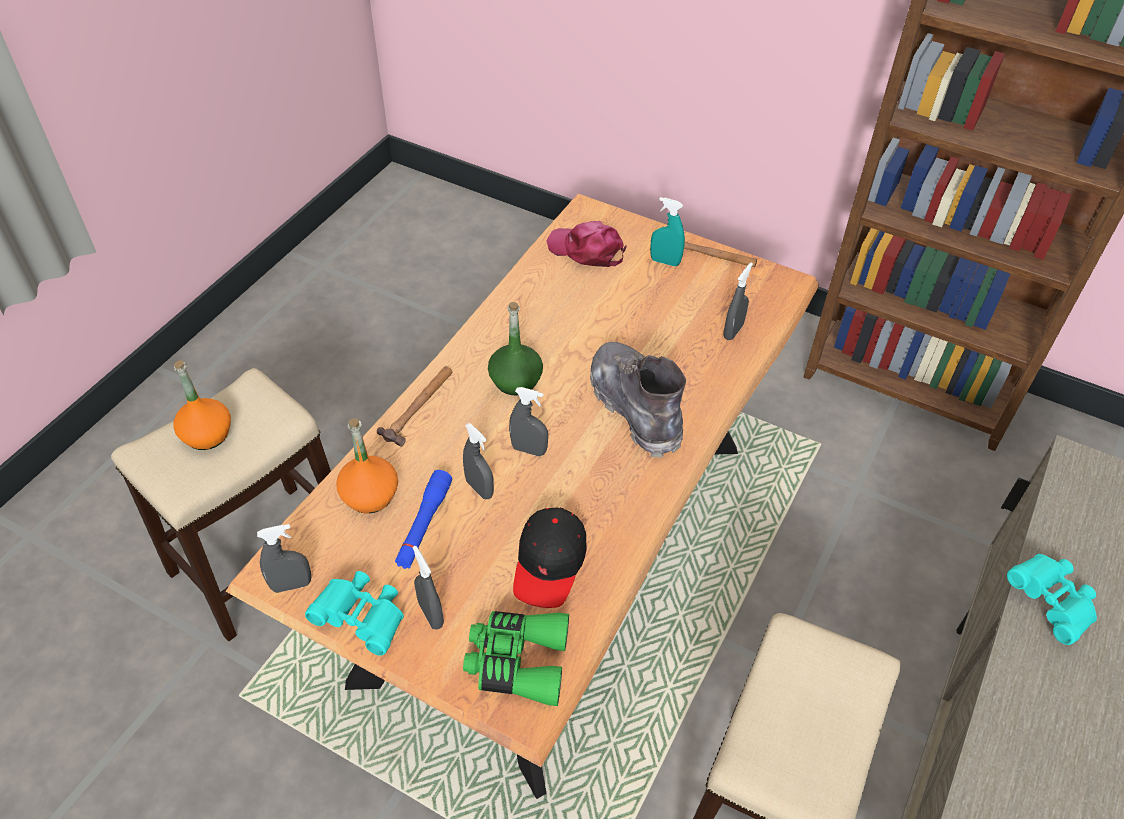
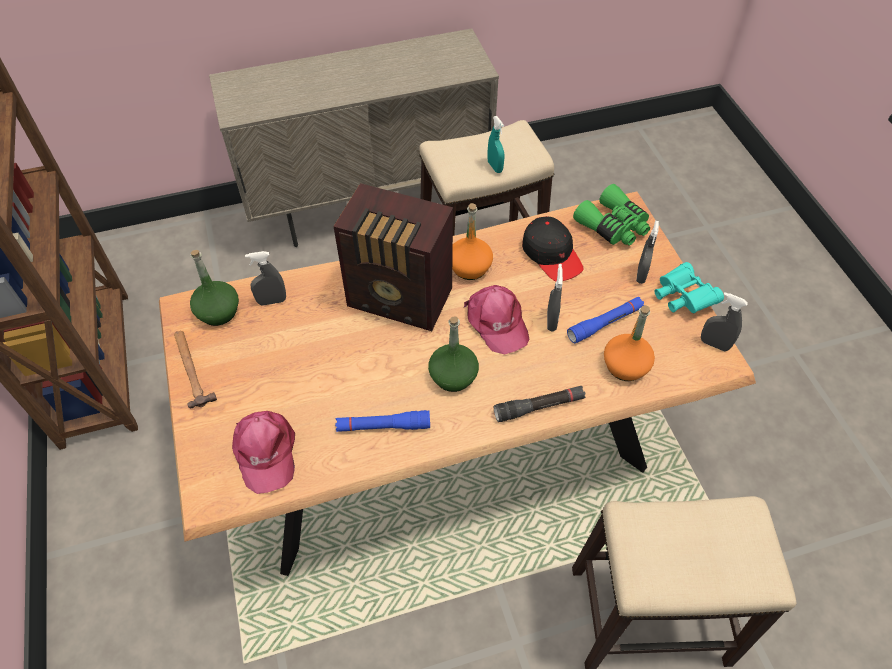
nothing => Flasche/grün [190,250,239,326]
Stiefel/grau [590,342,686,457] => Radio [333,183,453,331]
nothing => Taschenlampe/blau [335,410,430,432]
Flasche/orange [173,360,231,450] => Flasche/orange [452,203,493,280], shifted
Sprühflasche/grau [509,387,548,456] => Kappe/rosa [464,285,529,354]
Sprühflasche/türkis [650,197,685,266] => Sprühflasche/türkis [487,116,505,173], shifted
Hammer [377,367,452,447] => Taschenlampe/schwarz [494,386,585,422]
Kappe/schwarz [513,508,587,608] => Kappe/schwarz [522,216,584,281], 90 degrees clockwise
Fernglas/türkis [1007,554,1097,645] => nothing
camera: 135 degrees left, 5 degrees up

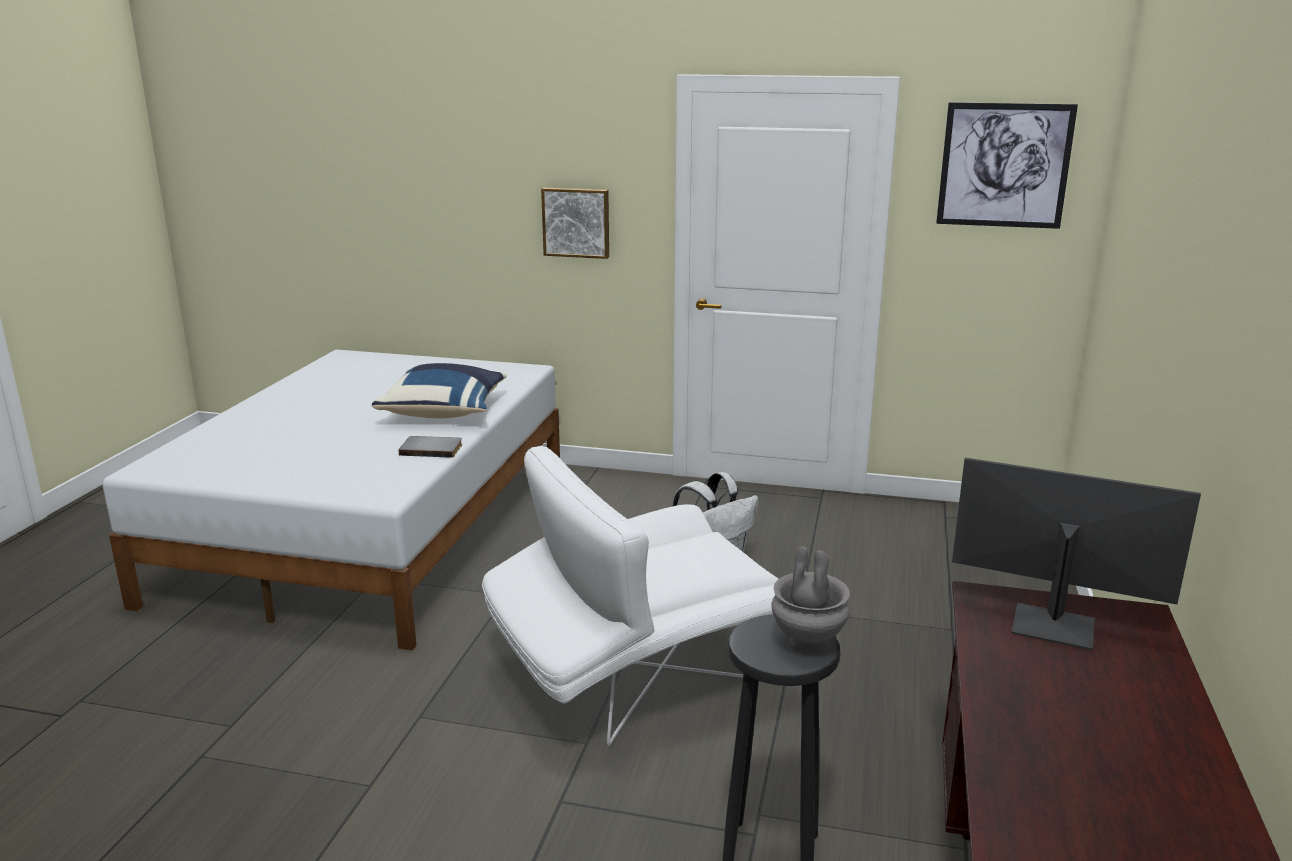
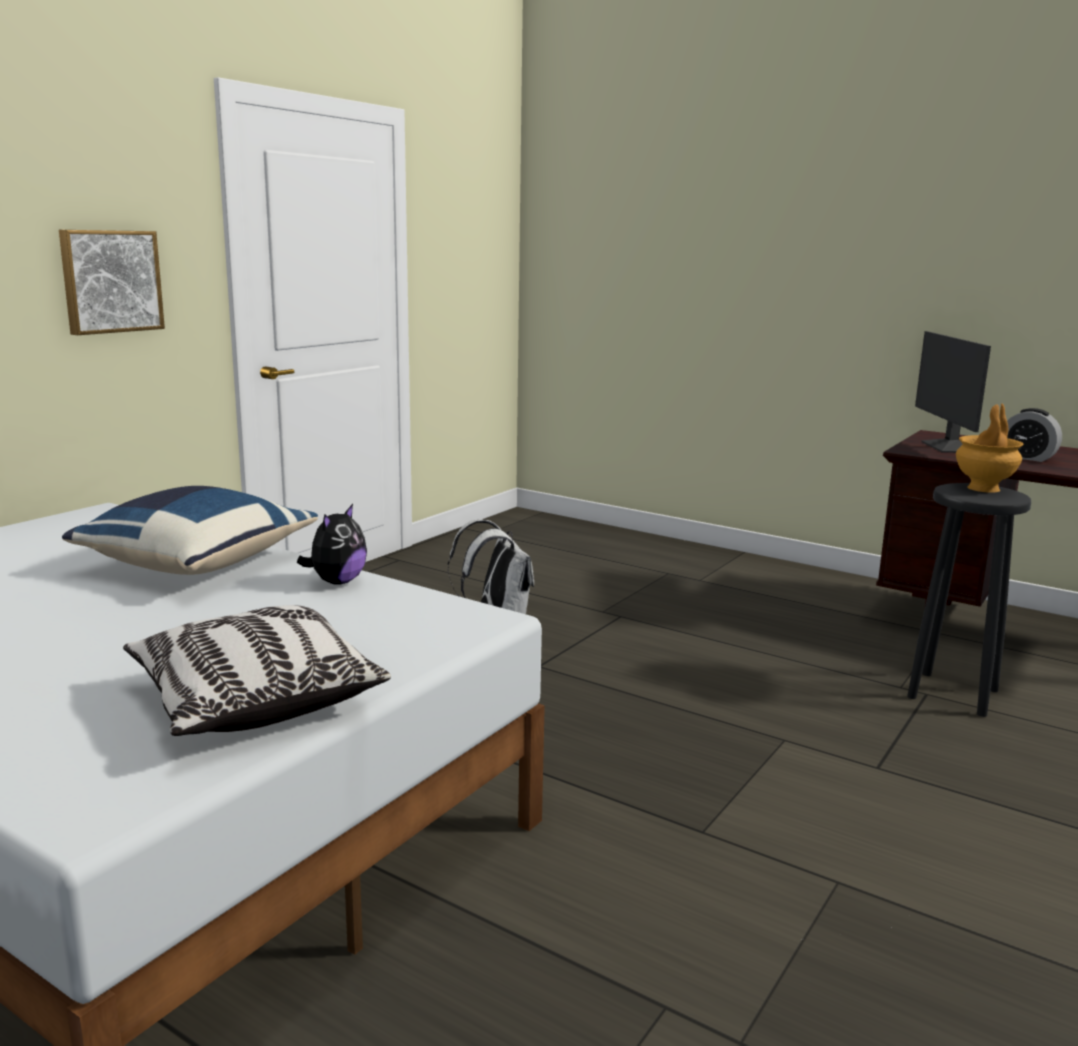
nothing => Kissen [123,605,391,736]
Buch/grau [398,436,462,458] => Plüschtier [297,504,367,585]
Monitor [952,458,1201,650] => Monitor [915,331,991,453], 45 degrees counterclockwise
Vase/grau [772,547,850,655] => Vase/braun [956,403,1024,493]
nothing => Wecker [1007,408,1062,462]
Sessel/weiß [482,445,778,746] => nothing
Bild [936,102,1078,229] => nothing
camera: 70 degrees left, 5 degrees down

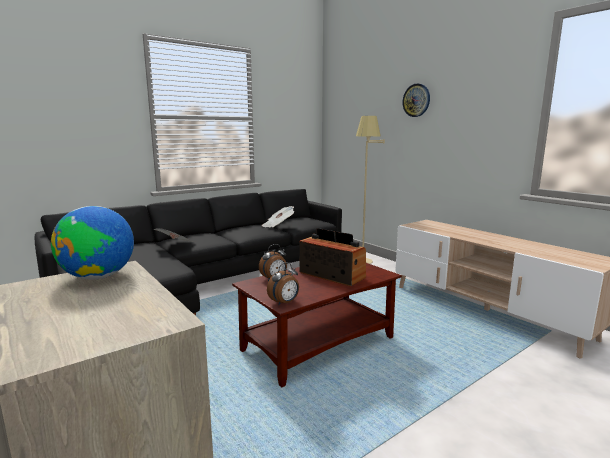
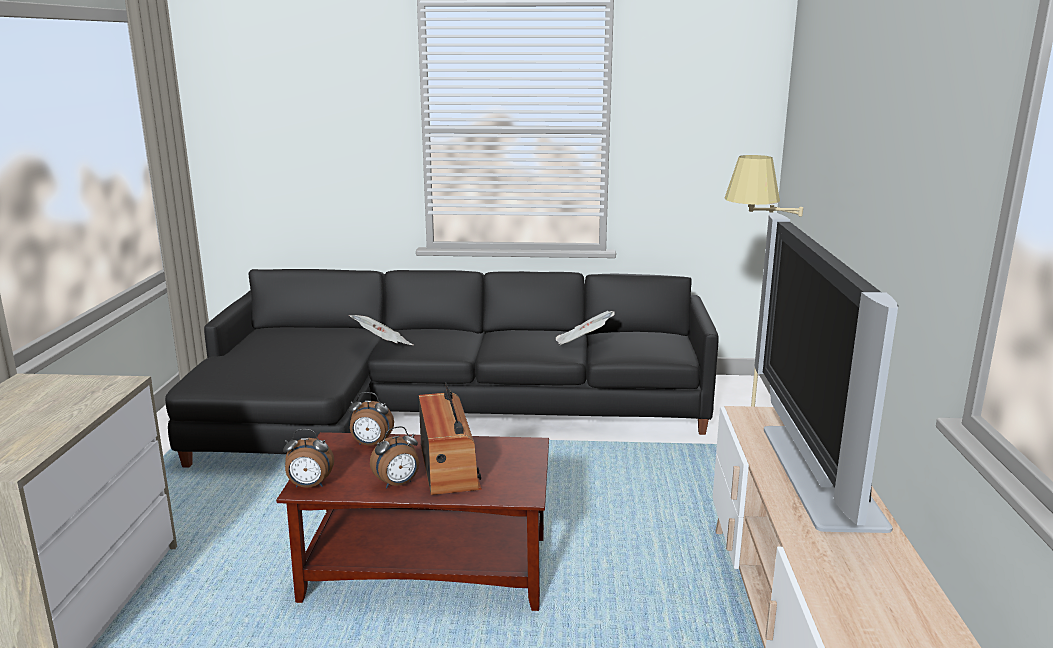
nothing => Wecker [370,426,419,488]
nothing => Fernseher [755,212,898,533]
Globus [51,206,134,280] => nothing
Wanduhr [402,83,430,117] => nothing
camera: 40 degrees right, 5 degrees up

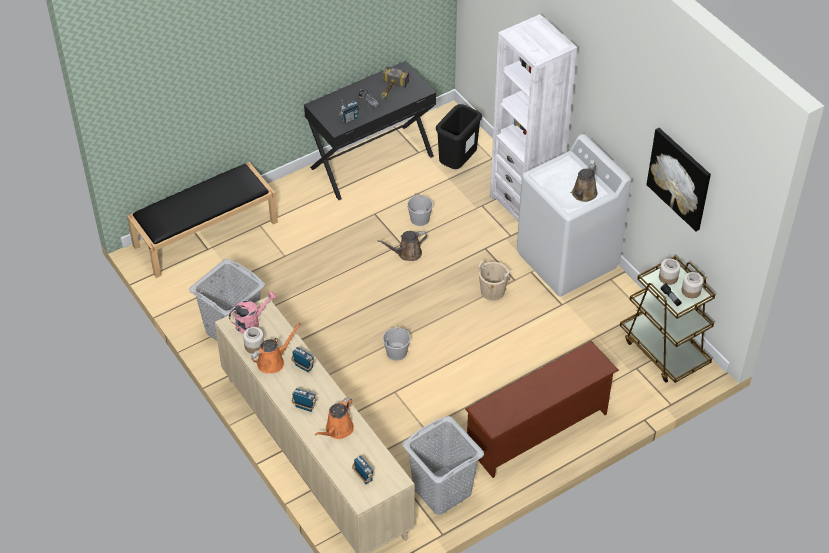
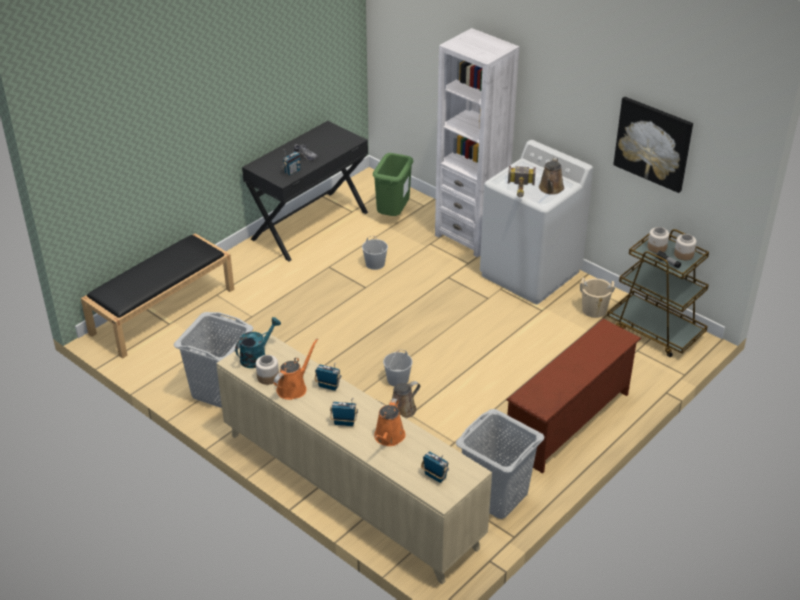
Gießkanne/rosa [229,291,277,333] => Gießkanne/türkis [235,317,281,368]
Mülleimer/schwarz [436,104,482,169] => Mülleimer/grün [373,153,413,216]
Gießkanne/braun [377,231,427,261] => Gießkanne/braun [377,381,420,418], shifted
Hammer [381,66,409,100] => Hammer [508,166,536,197], shifted
Eimer/beige [478,260,510,301] => Eimer/beige [580,278,615,318], shifted
camera: 15 degrees left, 10 degrees down

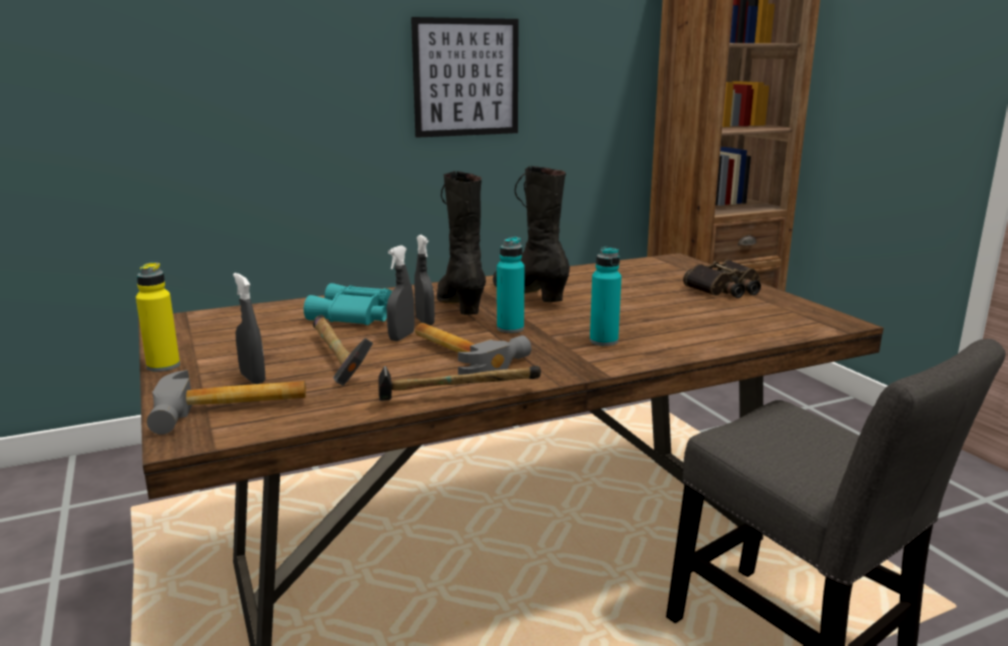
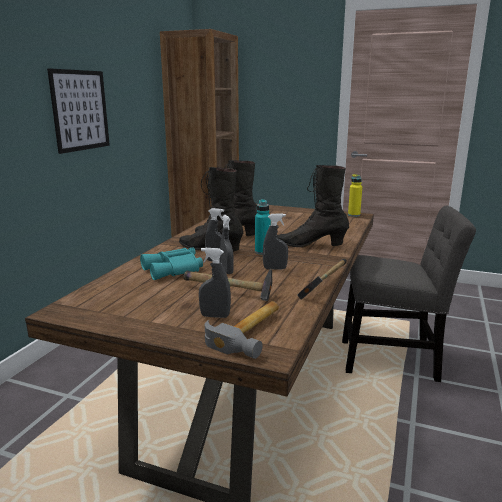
Hammer [415,323,531,375] => Sprühflasche/grau [263,214,288,270]
Flasche/türkis [590,247,622,346] => Stiefel/schwarz [277,165,349,247]
Flasche/gelb [136,262,180,372] => Flasche/gelb [348,174,362,217], shifted
Fernglas [683,260,761,298] => nothing
camera: 45 degrees left, 0 degrees up

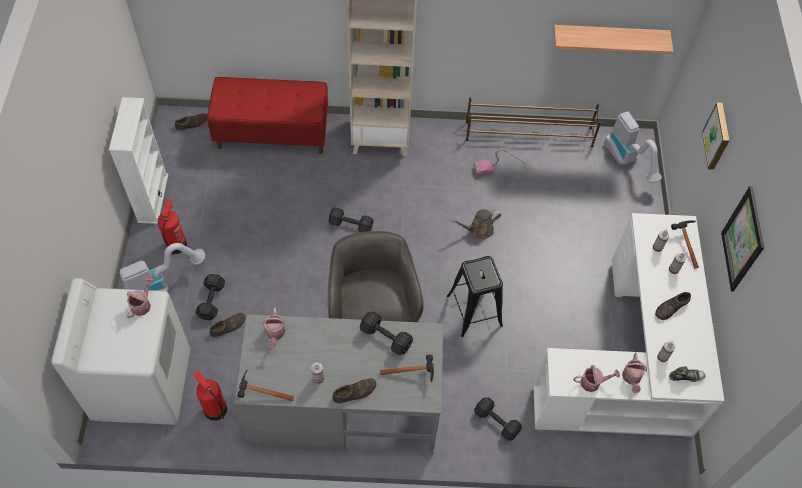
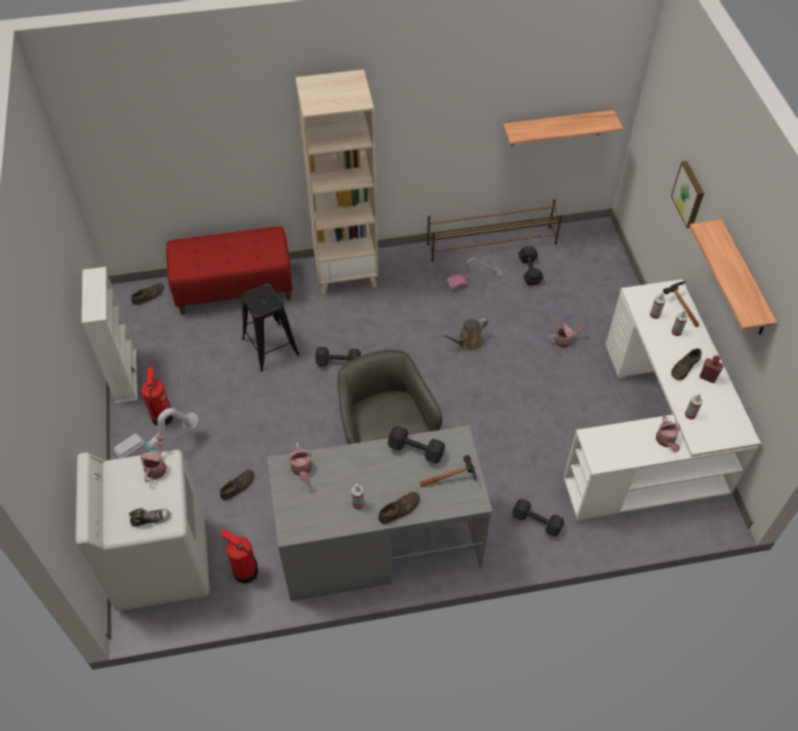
Schuh [669,366,705,382] => Schuh [129,508,171,527], shifted
Hocker/schwarz [447,256,503,337] => Hocker/schwarz [242,283,300,371], shifted
Hantel/schwarz [195,274,225,320] => Hantel/schwarz [518,246,544,286], shifted
Gießkanne [573,365,620,392] => Gießkanne [549,323,586,348], shifted
Bild [721,186,764,292] => Wandregal [689,220,777,335]
nothing => Flasche/rot [700,355,723,383]
Hammer [237,370,294,401] => nothing
Staubsauger [604,111,662,182] => nothing
camera: 10 degrees left, 5 degrees down

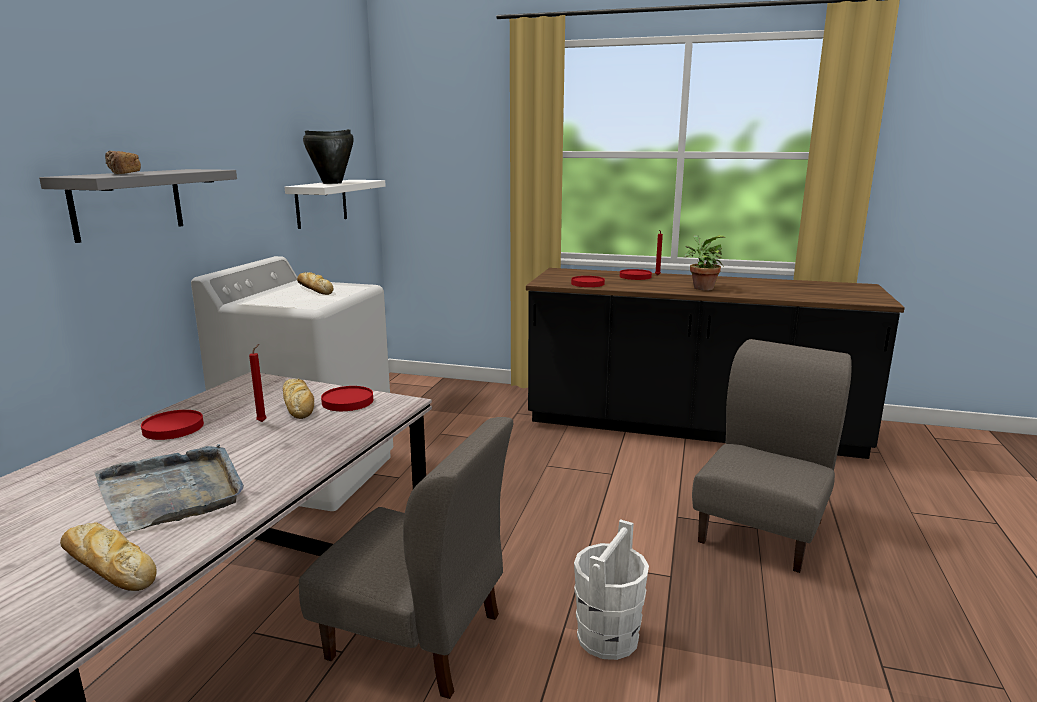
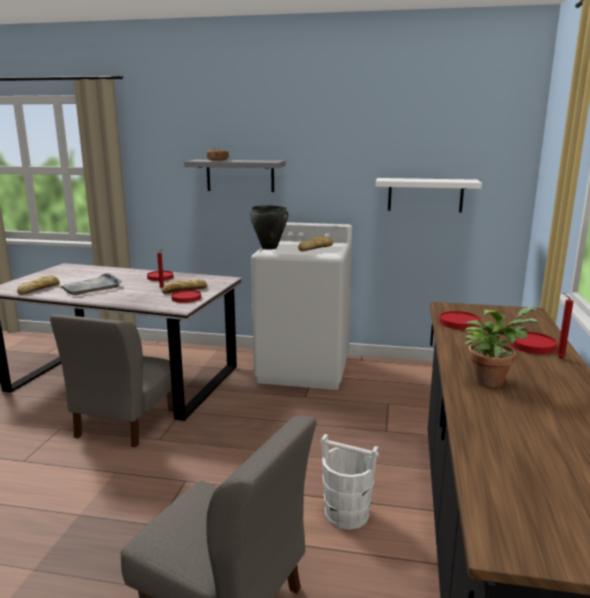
Kochtopf/schwarz [303,129,354,184] => Kochtopf/schwarz [250,205,288,250], shifted
Eimer/weiß [574,519,649,660] => Eimer/weiß [321,434,379,530], shifted
camera: 85 degrees right, 0 degrees up

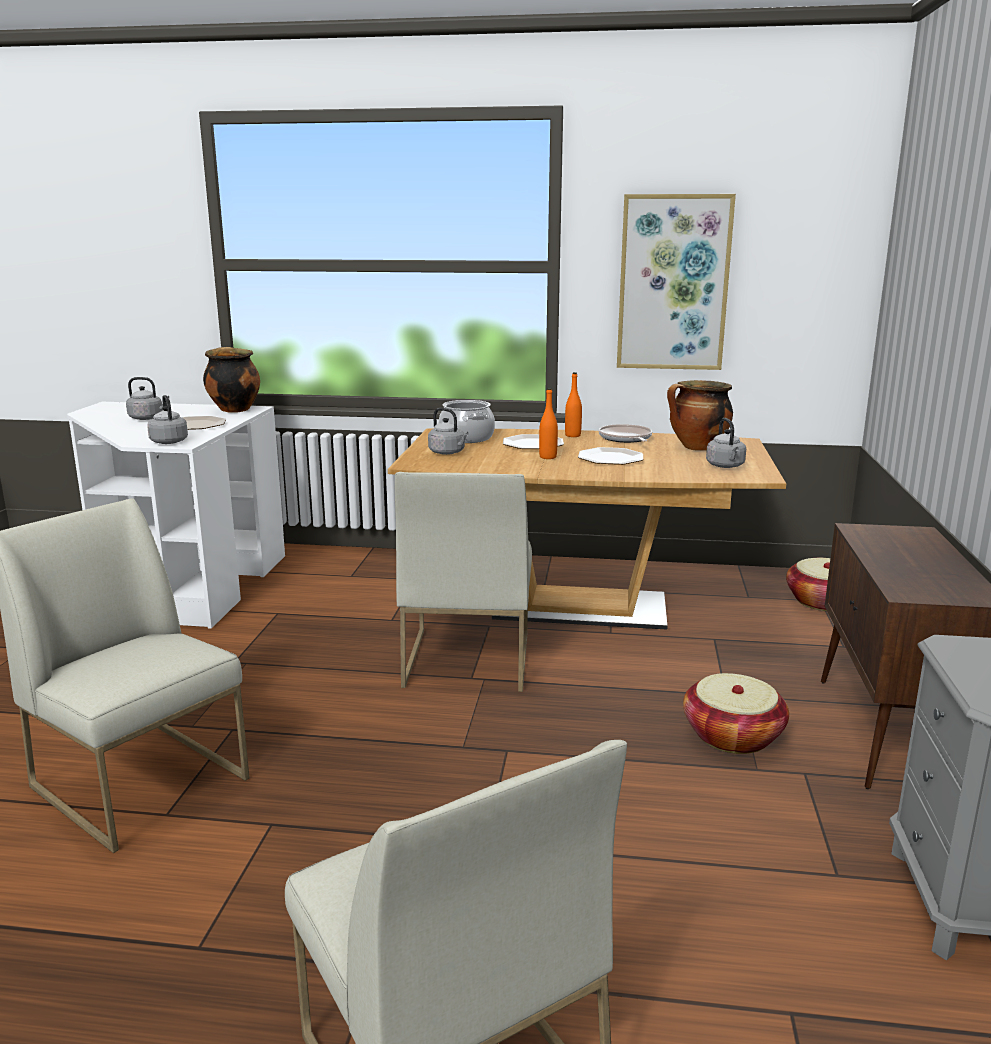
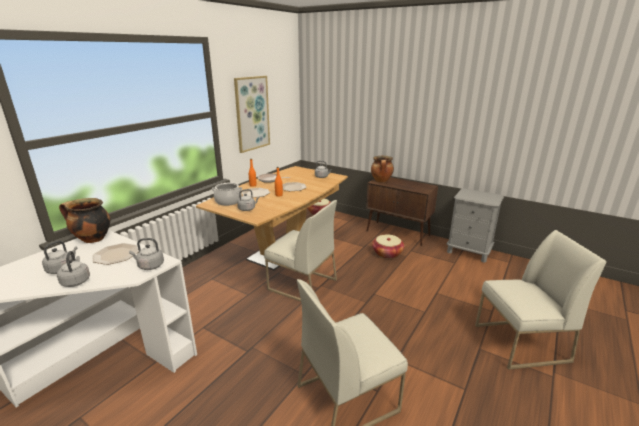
nothing => Wasserkessel/grau [57,251,90,287]
Kochtopf [667,380,733,451] => Kochtopf [371,156,394,182], shifted
camera: 65 degrees left, 5 degrees up

